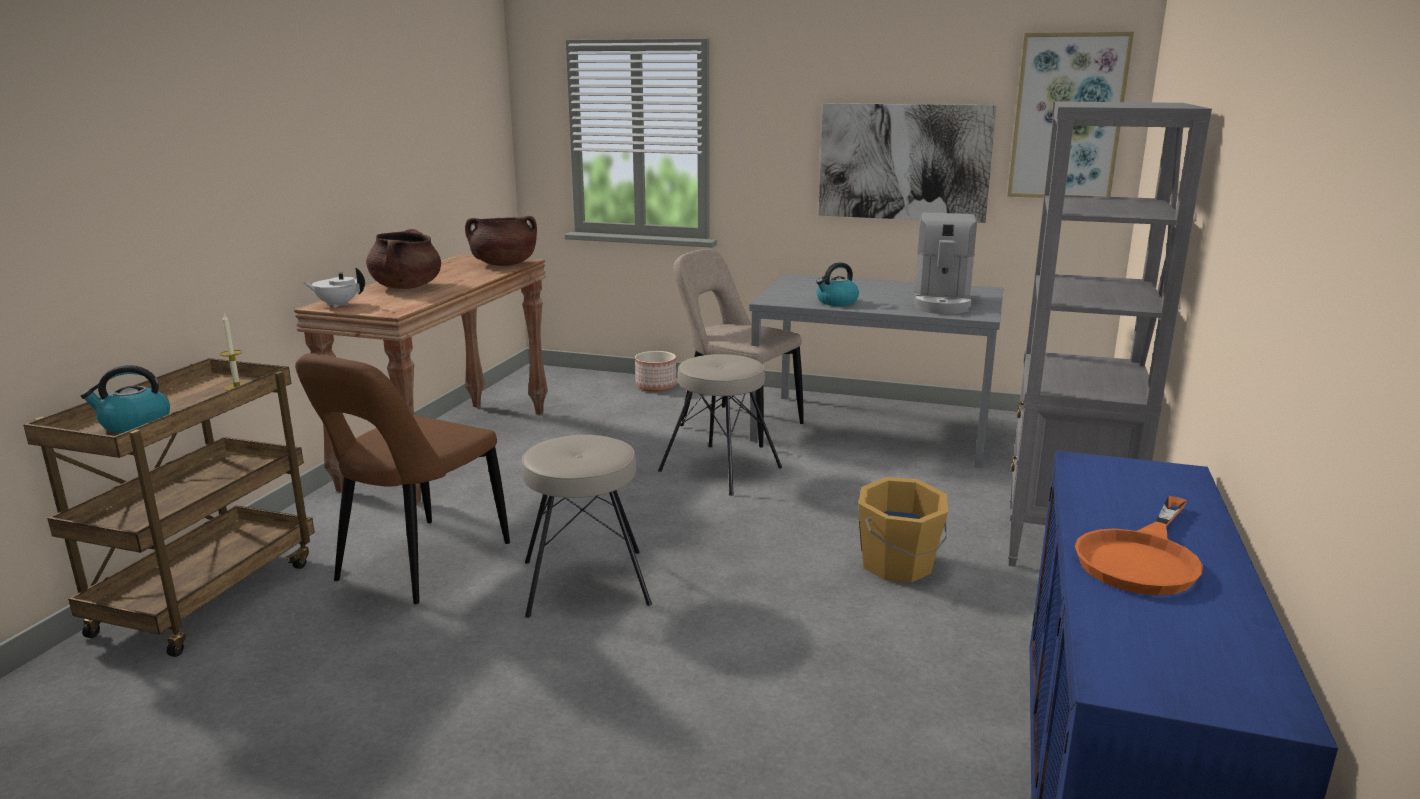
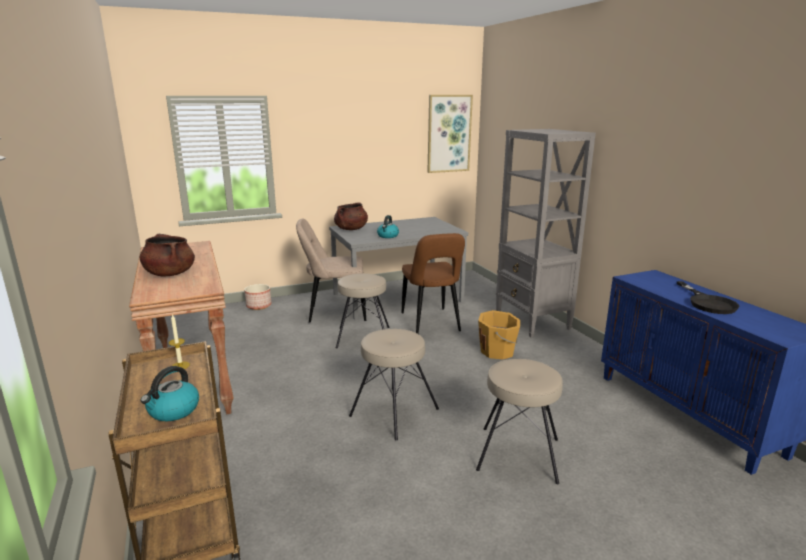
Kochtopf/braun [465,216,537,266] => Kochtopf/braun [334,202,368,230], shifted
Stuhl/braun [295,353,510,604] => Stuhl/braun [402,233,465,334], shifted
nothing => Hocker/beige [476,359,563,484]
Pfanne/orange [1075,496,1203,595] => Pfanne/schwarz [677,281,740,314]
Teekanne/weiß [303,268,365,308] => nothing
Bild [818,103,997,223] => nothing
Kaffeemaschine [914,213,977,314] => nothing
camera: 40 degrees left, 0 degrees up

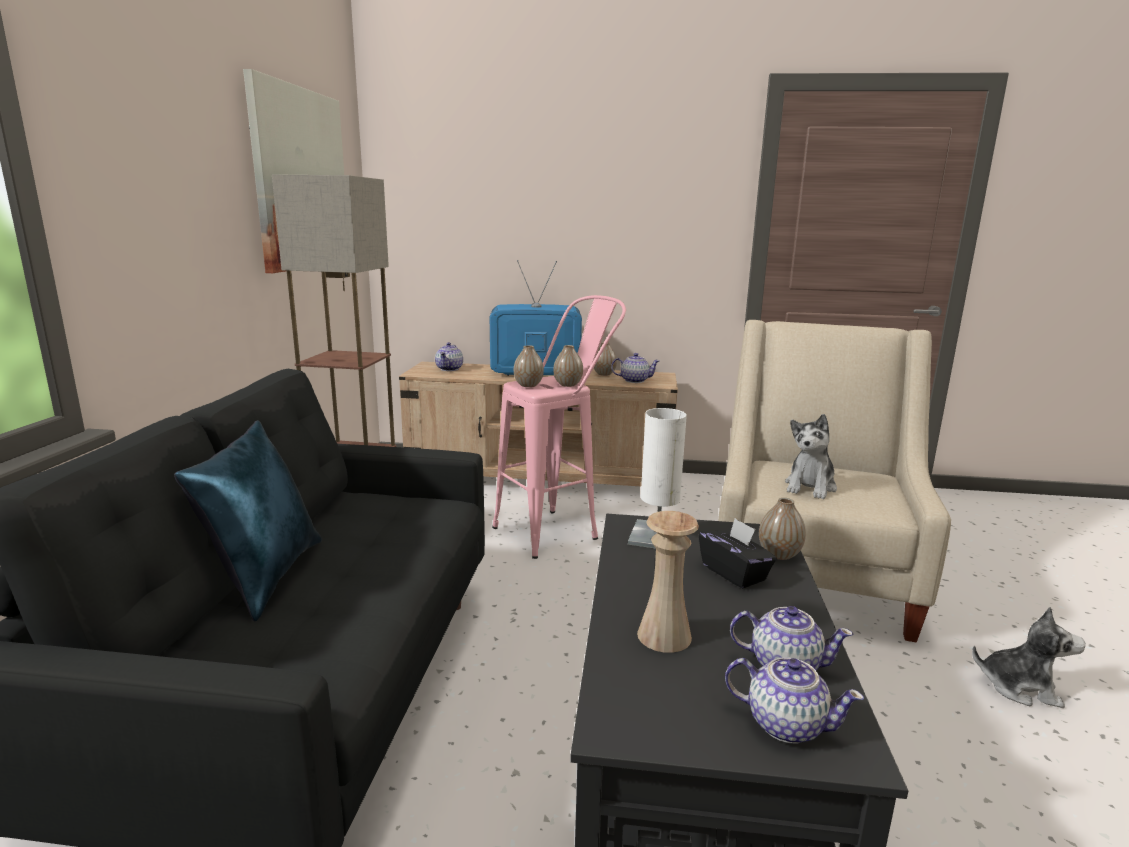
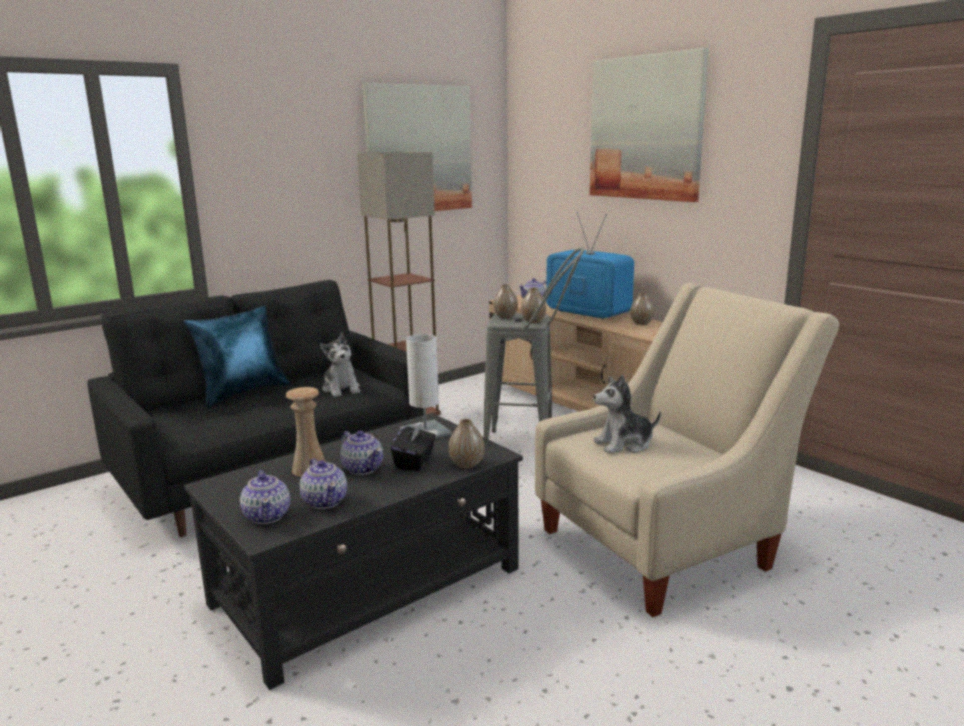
Plüschtier [972,607,1086,708] => Plüschtier [320,333,360,397], shifted
Teekanne [611,353,660,383] => Teekanne [340,430,383,475], shifted
Hocker/rosa [492,295,626,559] => Hocker/grau [484,247,584,440]
nothing => Bild [590,48,709,202]
camera: 45 degrees right, 0 degrees up

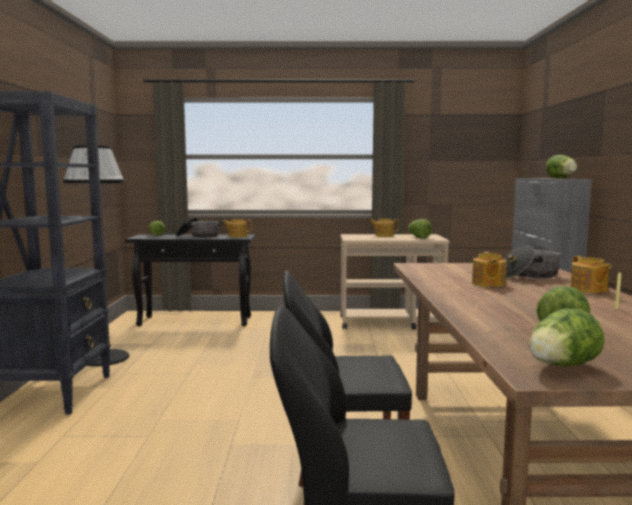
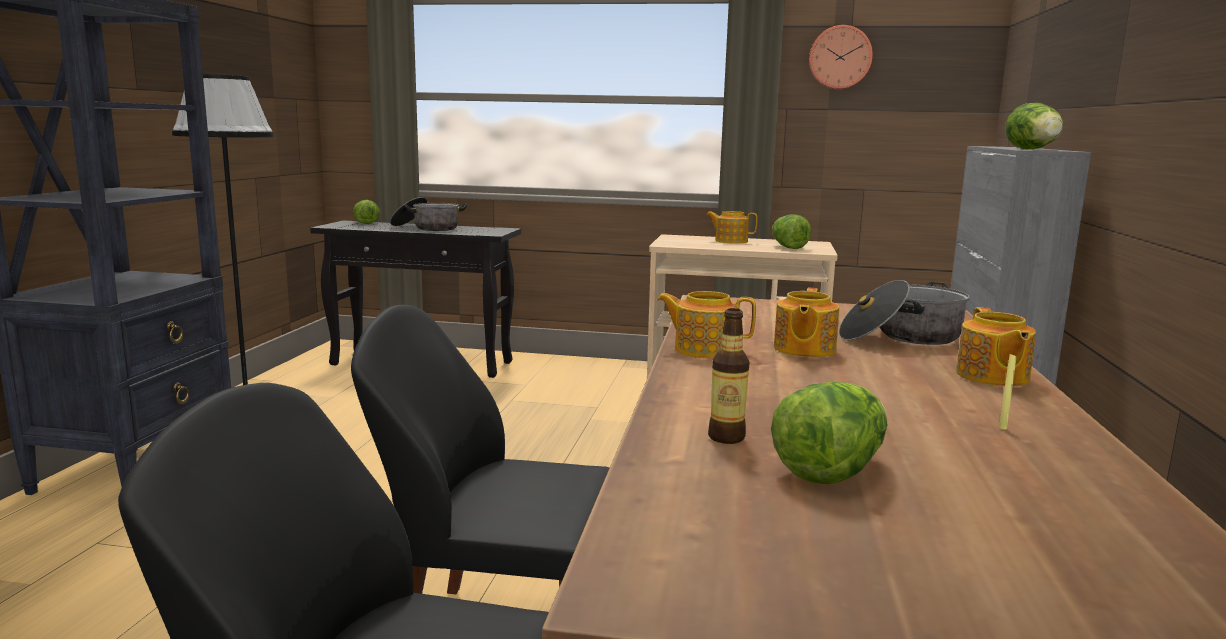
Teekanne [222,219,252,238] => Teekanne [657,291,756,359], shifted
nothing => Flasche [708,308,750,444]
nothing => Wanduhr [809,25,873,89]
Salatkopf [529,308,604,367] => nothing
camera: 10 degrees right, 5 degrees up

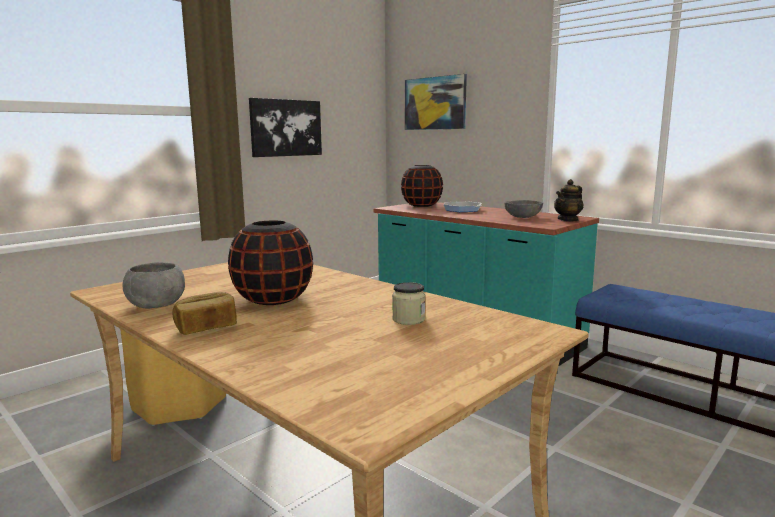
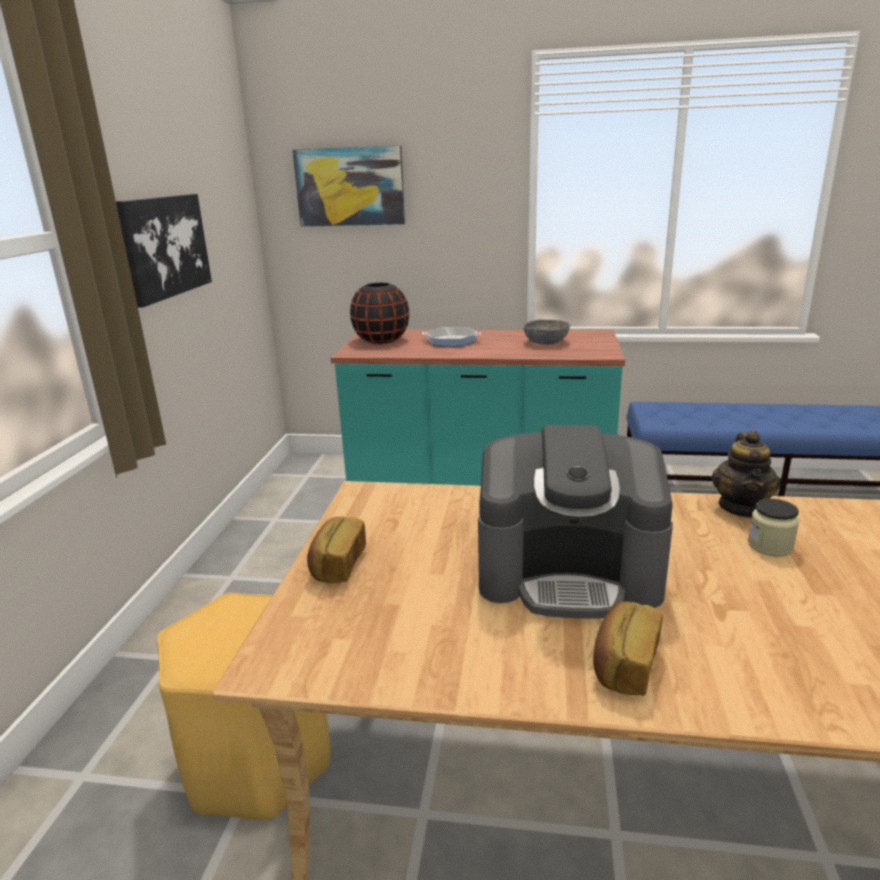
nothing => Brot [307,517,366,583]
Vase/schwarz [228,221,313,305] => Kaffeemaschine [478,425,673,619]
Teekanne [554,179,584,222] => Teekanne [711,430,781,518], shifted
Schüssel/grau [122,262,185,309] => nothing
camera: 35 degrees left, 10 degrees up

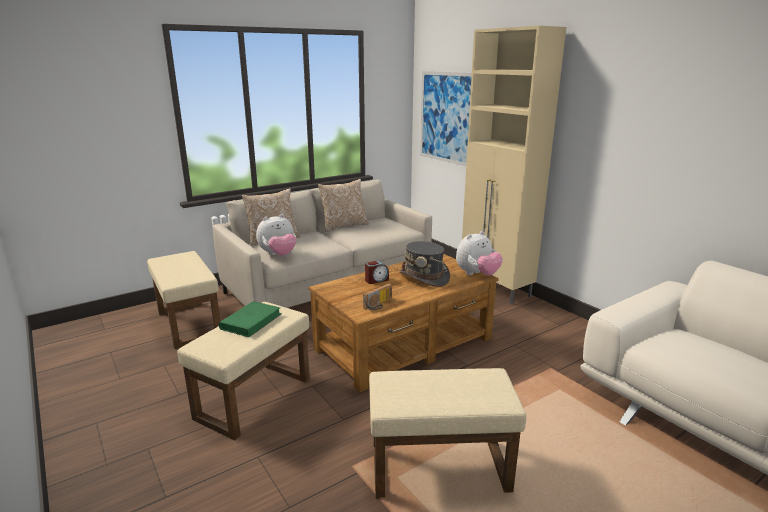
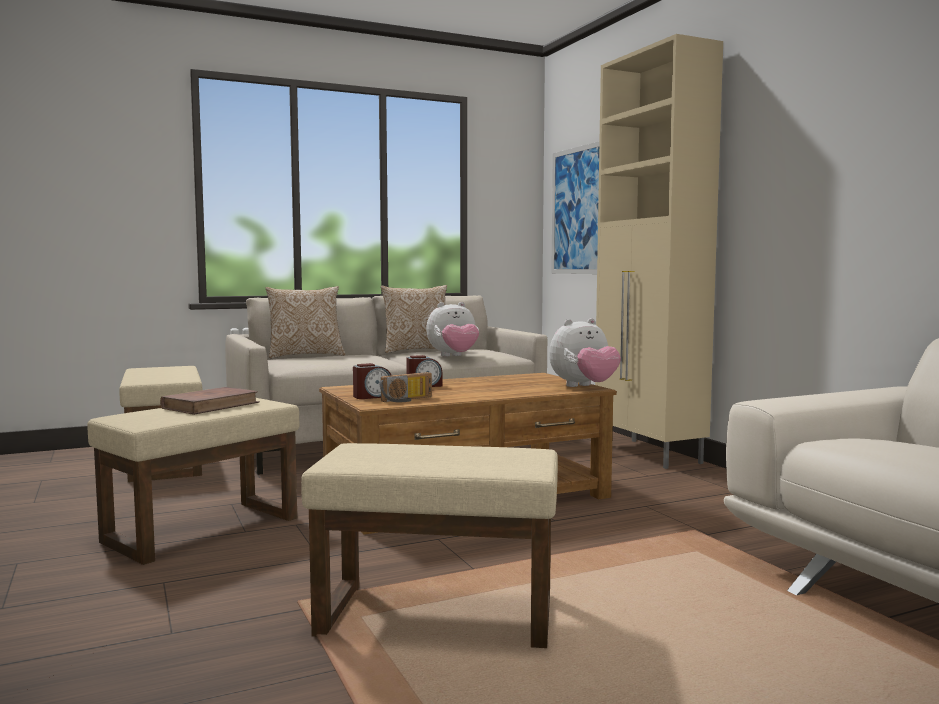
Buch/grün [219,301,282,337] => Buch/braun [160,387,260,415]
nothing => Wecker [353,363,391,399]
Plüschtier [256,214,296,256] => Plüschtier [426,302,479,357], shifted
Hut/grau [399,241,450,287] => nothing
camera: 10 degrees right, 15 degrees down

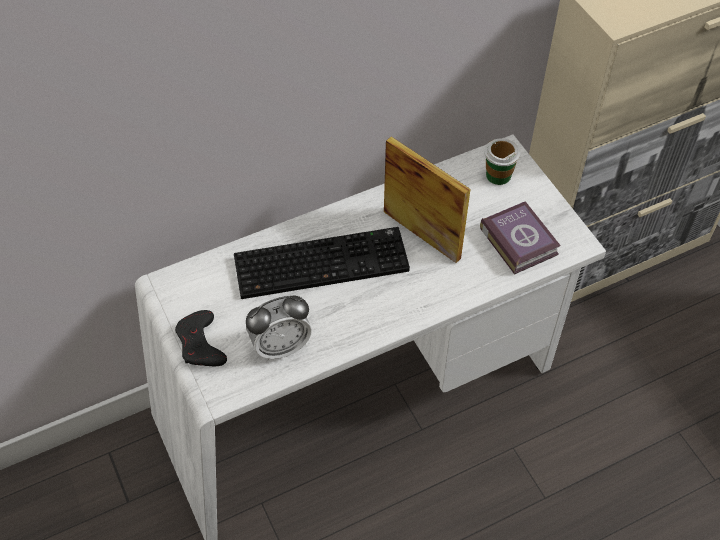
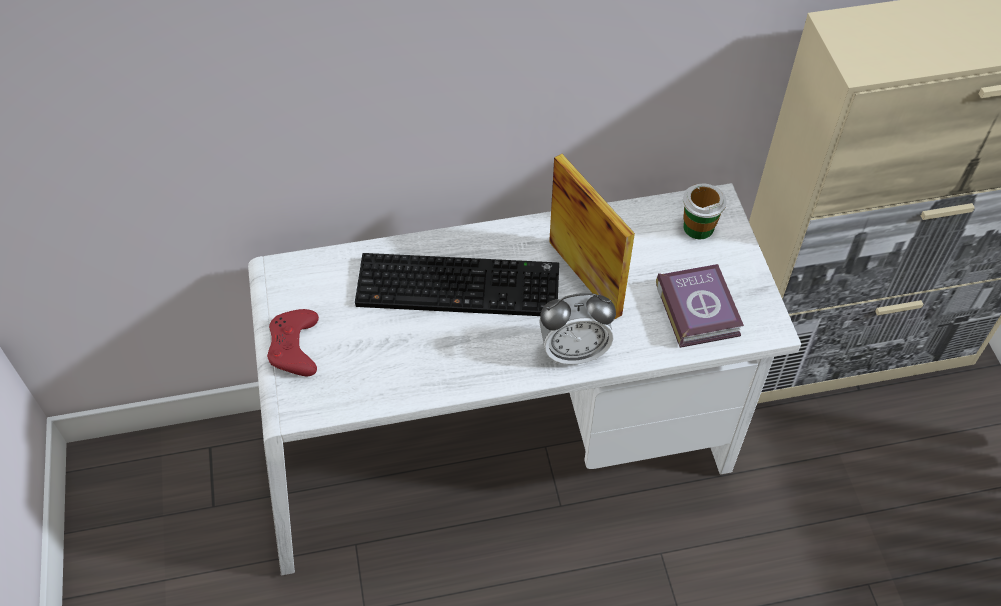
Gamepad/schwarz [175,310,227,366] => Gamepad/rot [267,309,319,376]
Wecker [246,296,312,361] => Wecker [539,293,616,364], shifted
camera: 15 degrees right, 0 degrees up

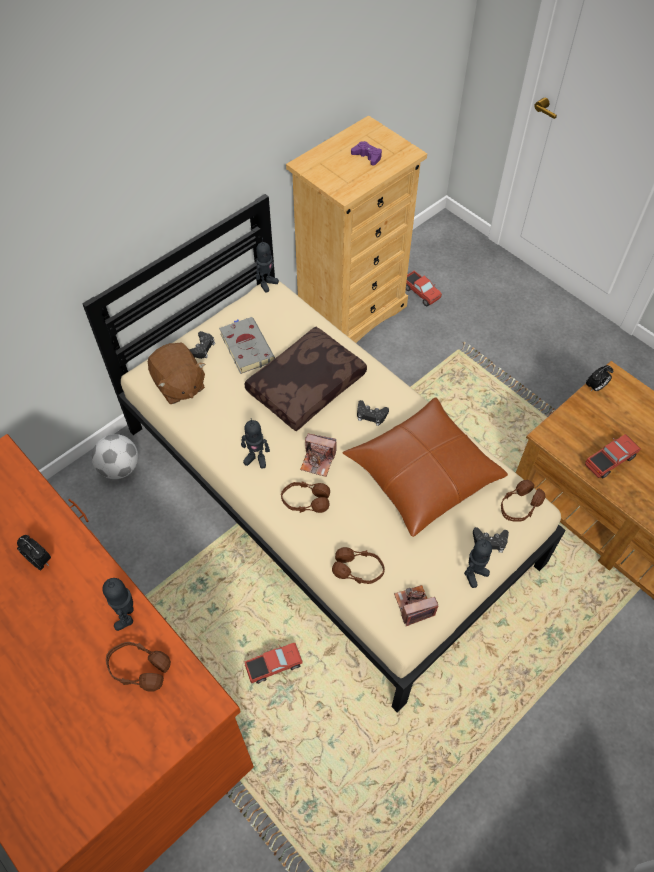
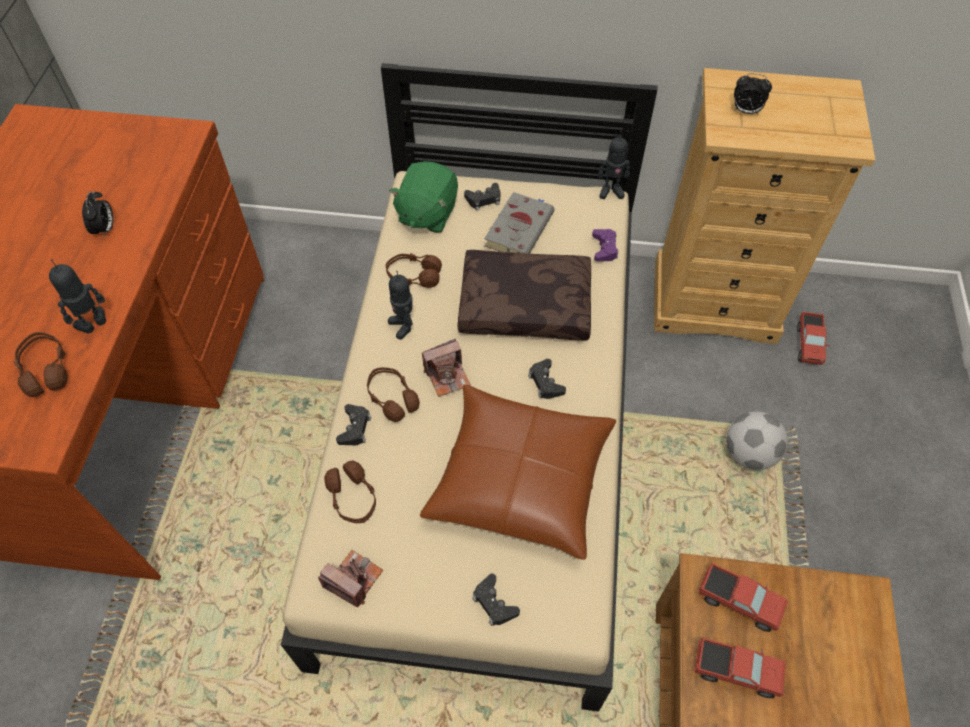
nothing => Gamepad/schwarz [336,404,371,445]
Kopfhörer/braun [501,480,545,522] => Kopfhörer/braun [385,253,442,288], shifted
Plüschtier/braun [148,343,205,404] => Plüschtier/grün [389,161,458,233]
Kamera [300,434,337,477] => Kamera [422,339,471,397], 90 degrees counterclockwise
Gamepad/lila [351,141,382,166] => Gamepad/lila [592,229,618,262], shifted
Spielzeuglaster [244,643,303,684] => Spielzeuglaster [699,563,788,632], shifted
Fußball [92,434,138,479] => Fußball [726,411,788,470], shifted
Wecker [586,365,613,392] => Wecker [734,73,772,114], shifted
Spielzeugroboter [464,539,492,588] => nothing
camera: 50 degrees right, 0 degrees up

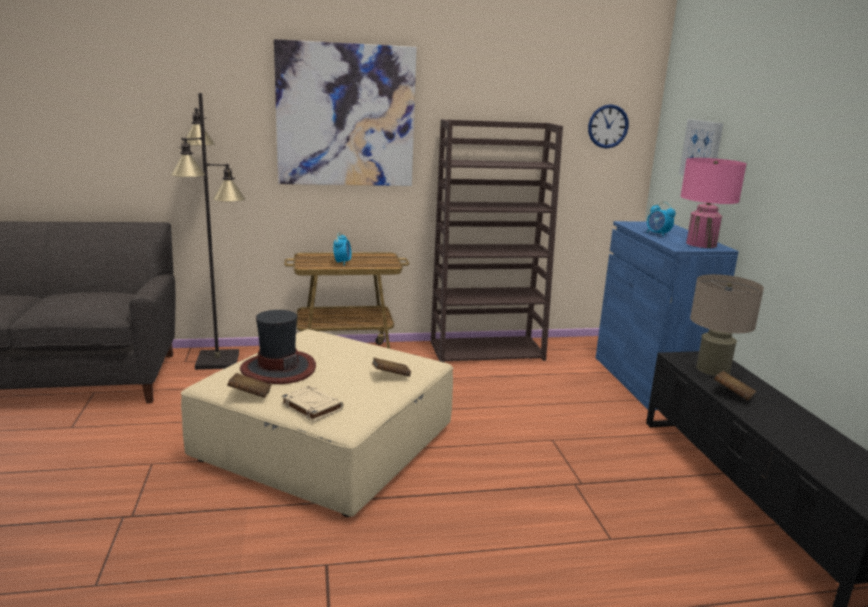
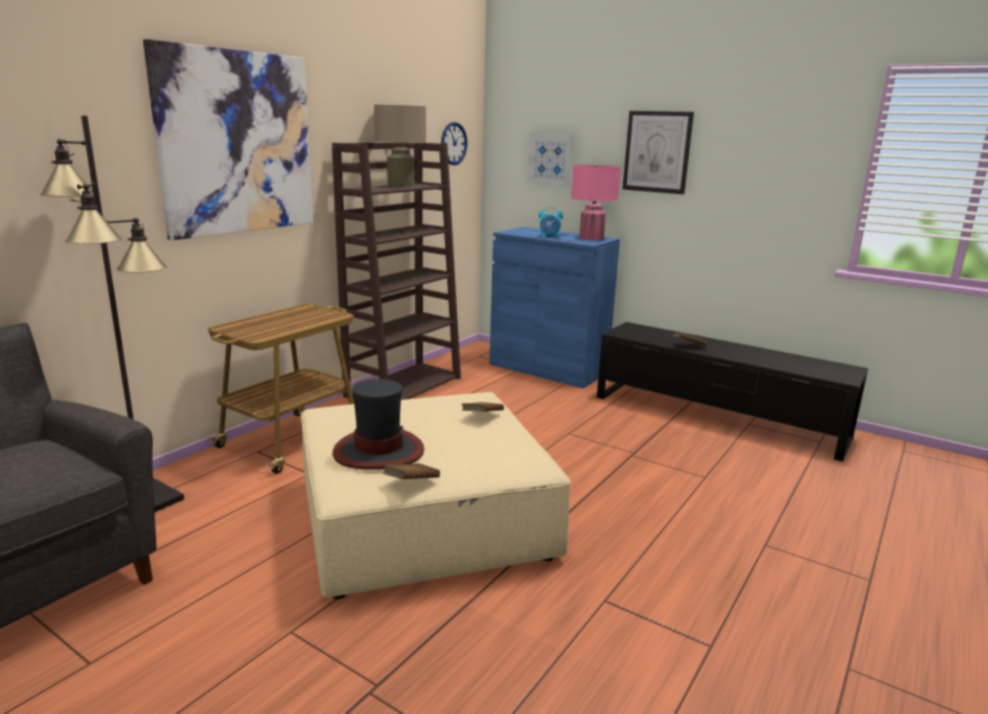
Tischlampe/beige [690,274,764,376] => Tischlampe/beige [374,105,426,188], shifted
nothing => Bild [623,111,694,194]
Buch/beige [281,385,344,422] => nothing
Wecker [333,233,351,266] => nothing
camera: 45 degrees left, 0 degrees up

